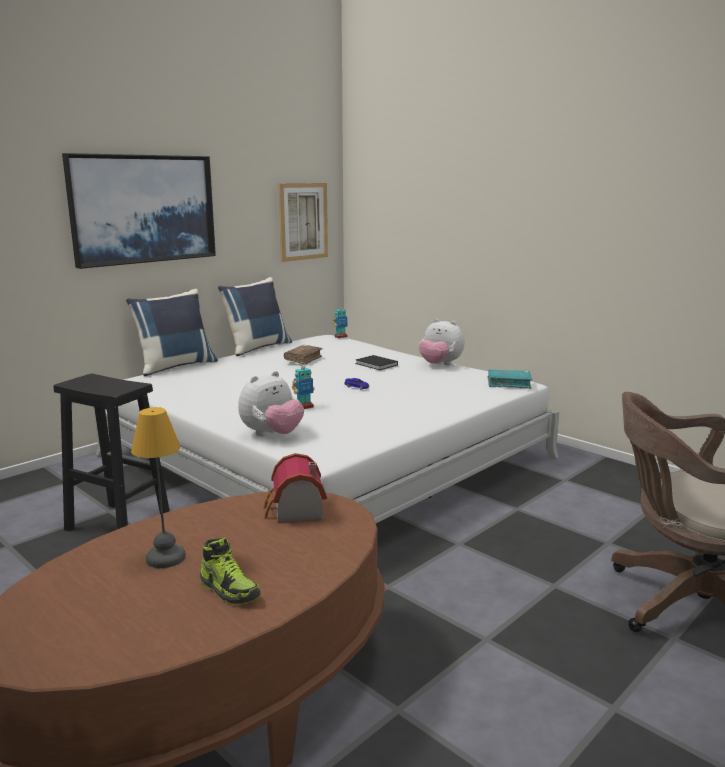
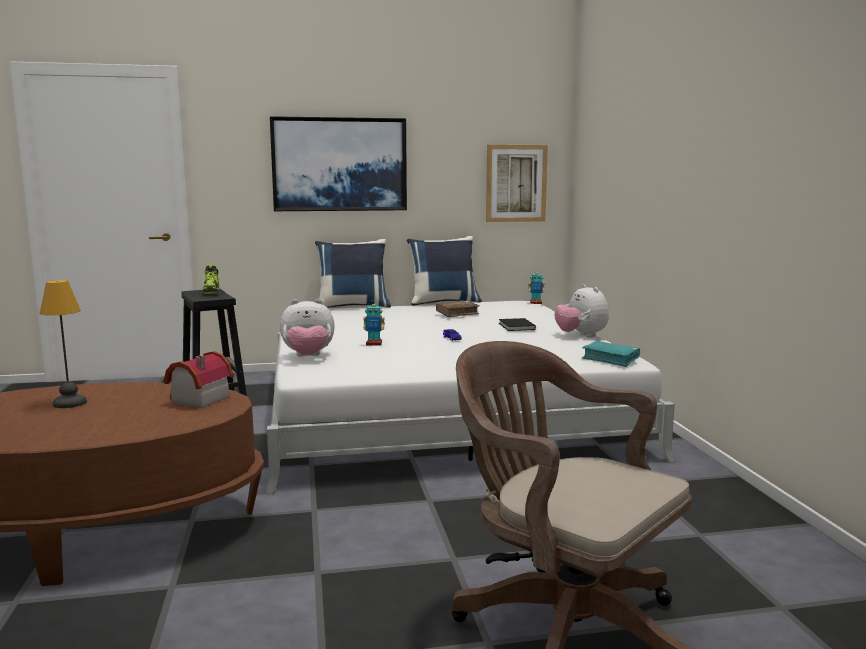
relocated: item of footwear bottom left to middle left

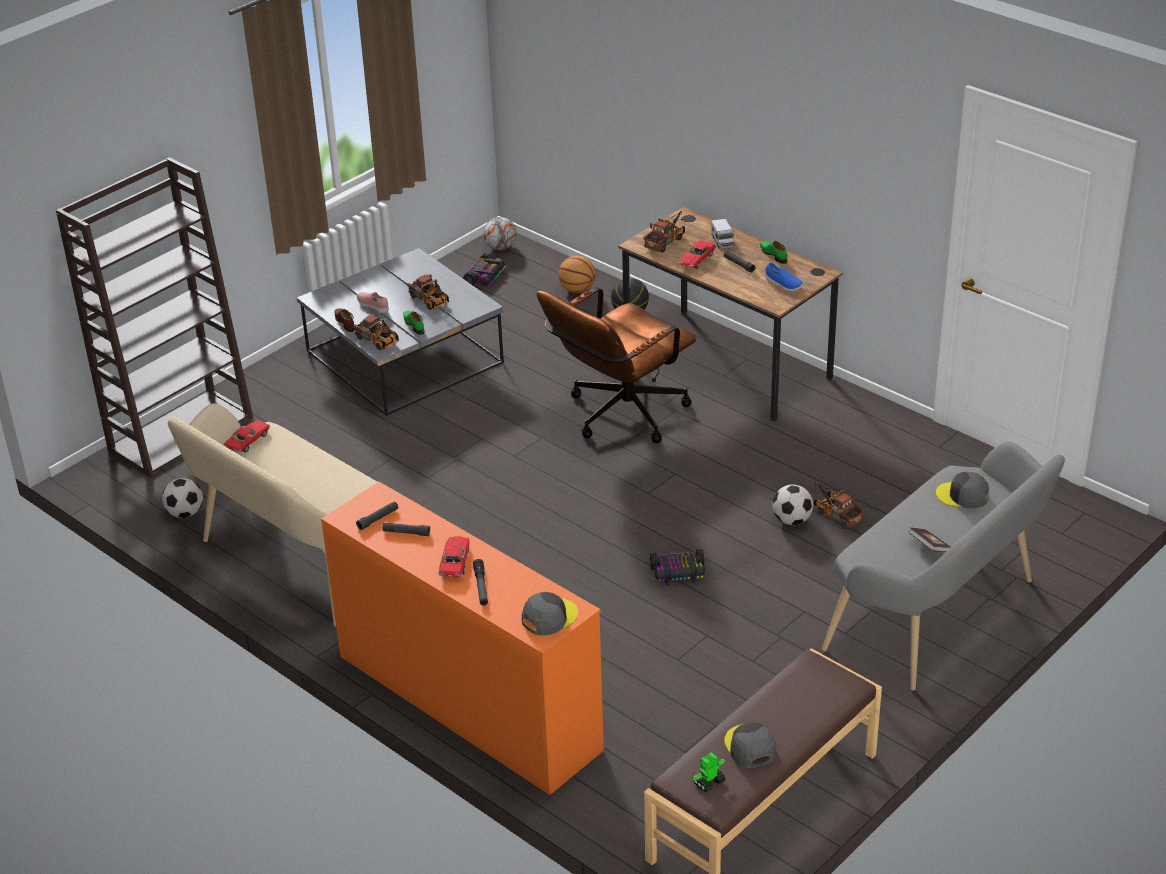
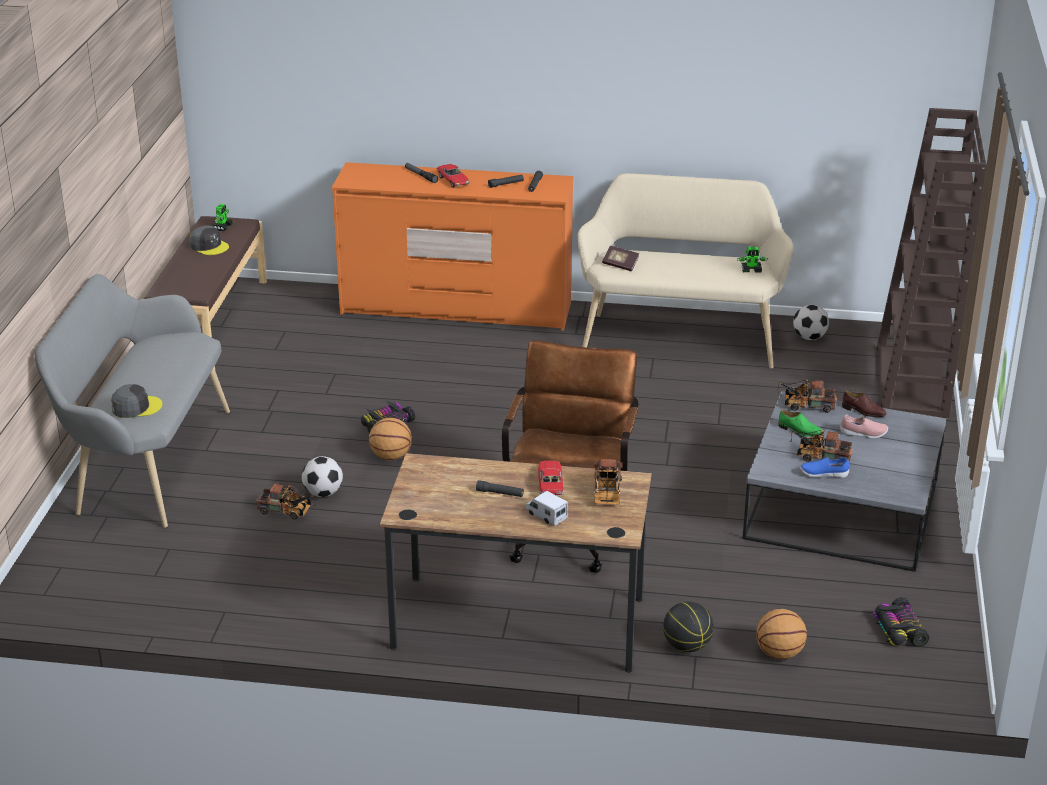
missing: football ball (no. 2 from left) top centre; green-coloured item of footwear (no. 2 from left) top centre; gray cap (no. 1 from left) bottom centre
appeared: basketball (no. 1 from left) centre
relocated: bluish item of footwear top right to middle right; bound book middle right to top centre
exchanged: toy car (no. 1 from left) middle left to toy robot (no. 2 from left) top right

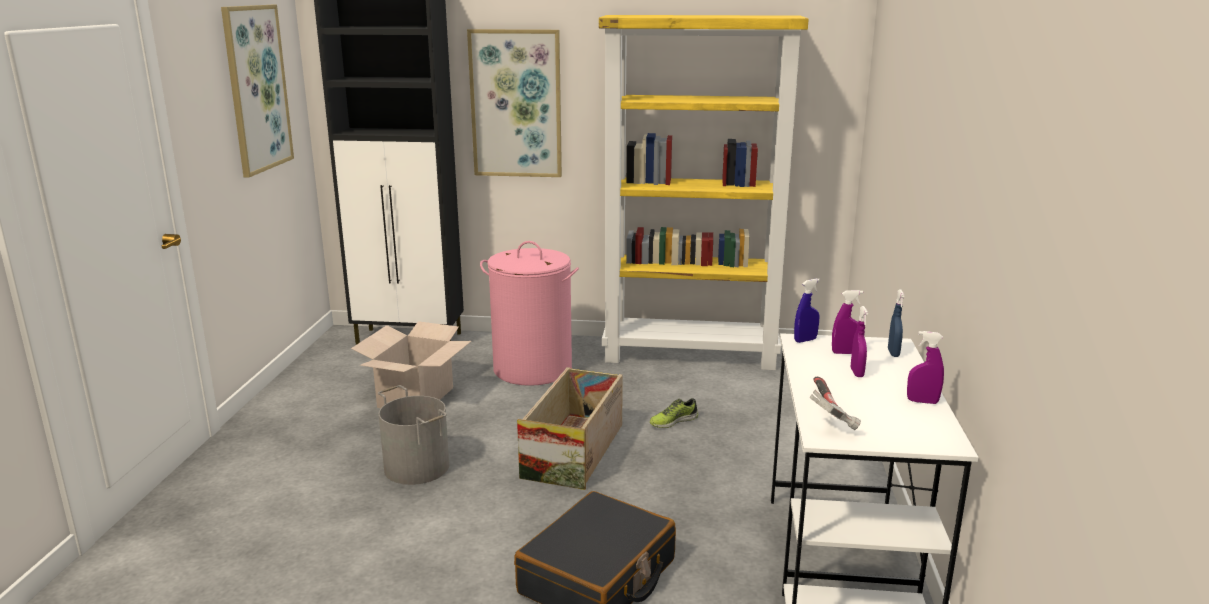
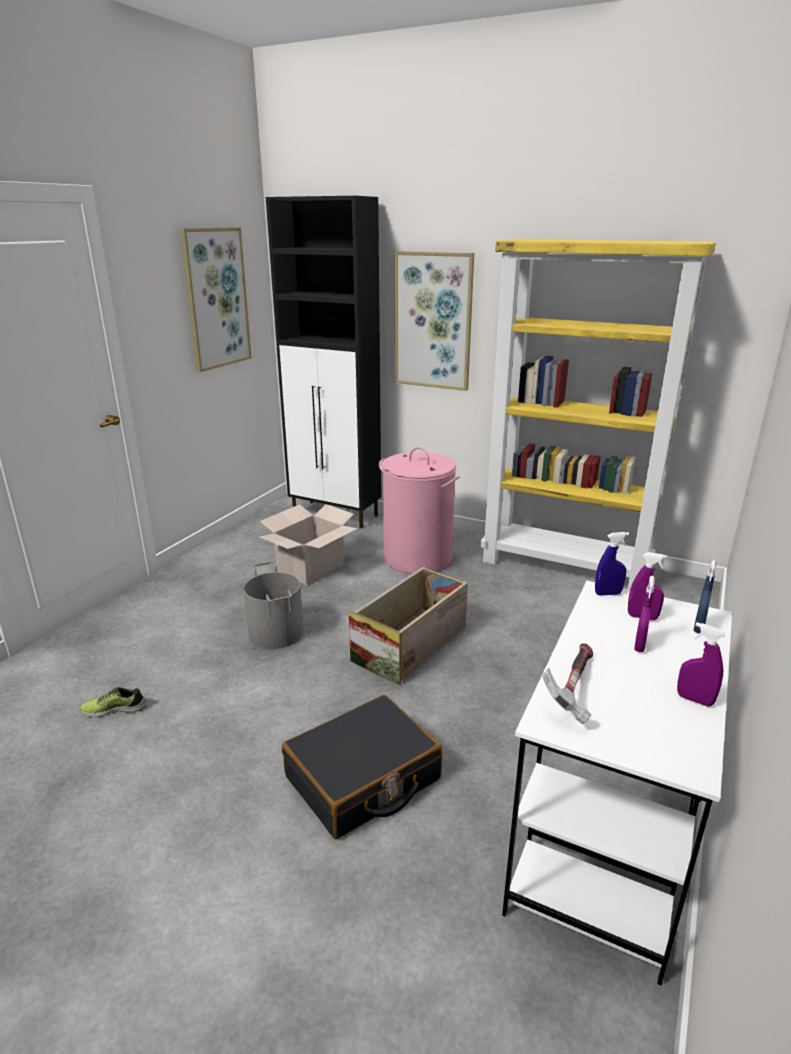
relocated: item of footwear bottom centre to middle left

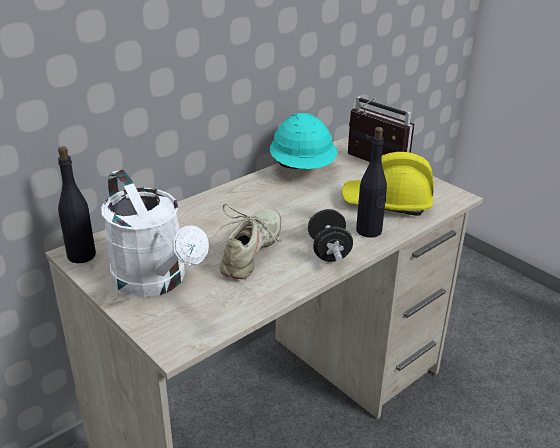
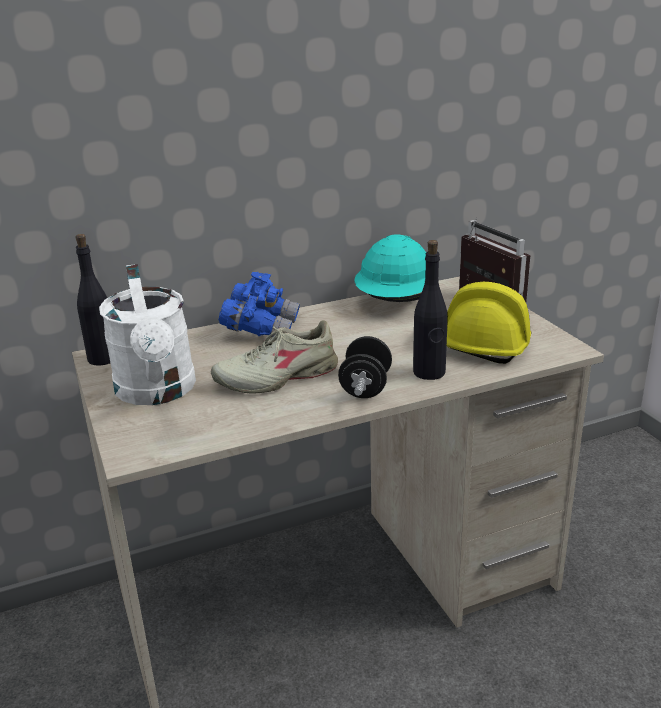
appeared: bluish pair of binoculars centre
spun: beige-coloured item of footwear centre = centre 150 degrees counterclockwise

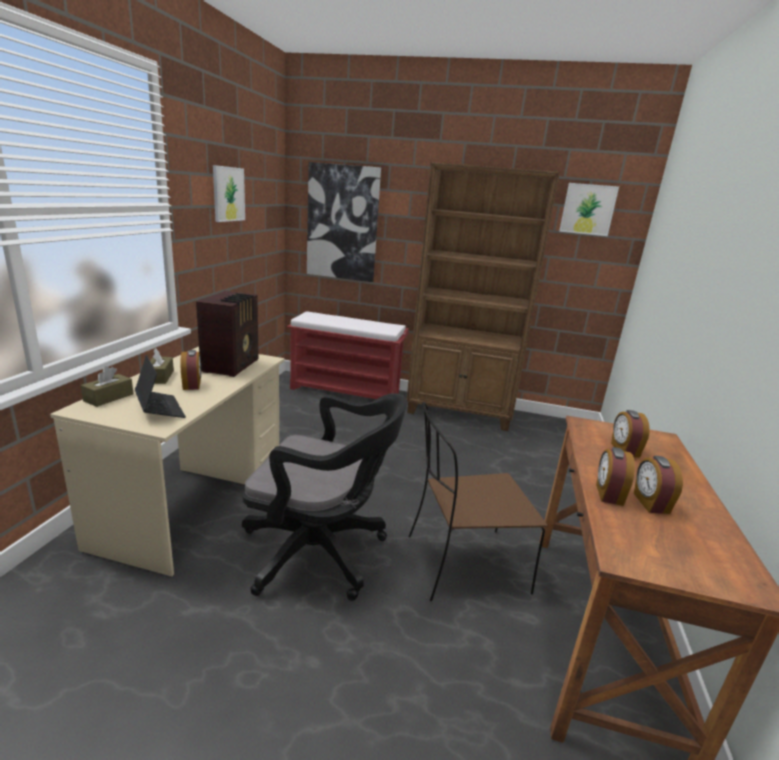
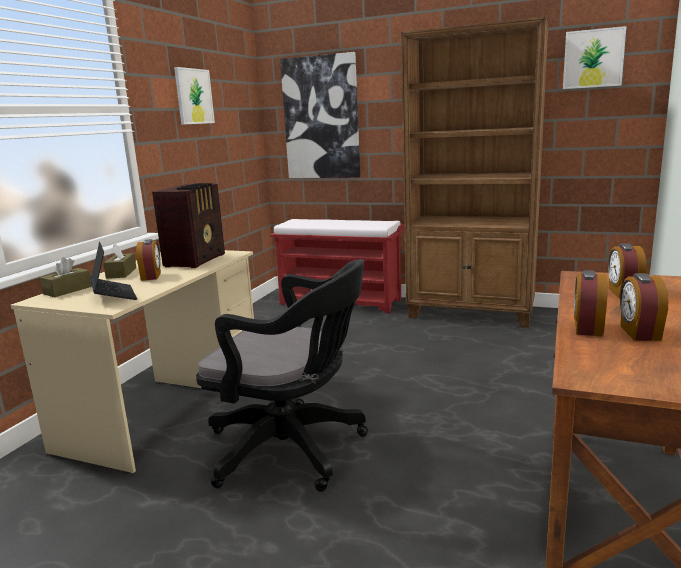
missing: brown-coloured plain chair centre

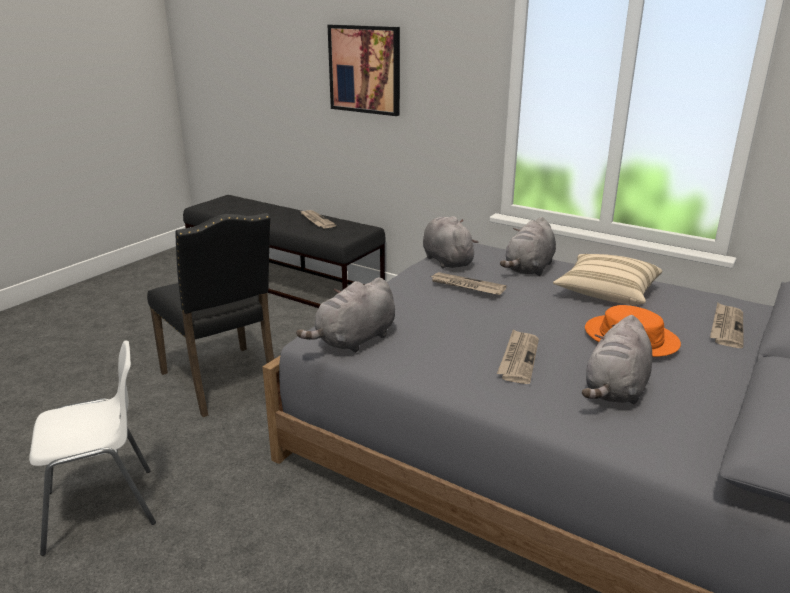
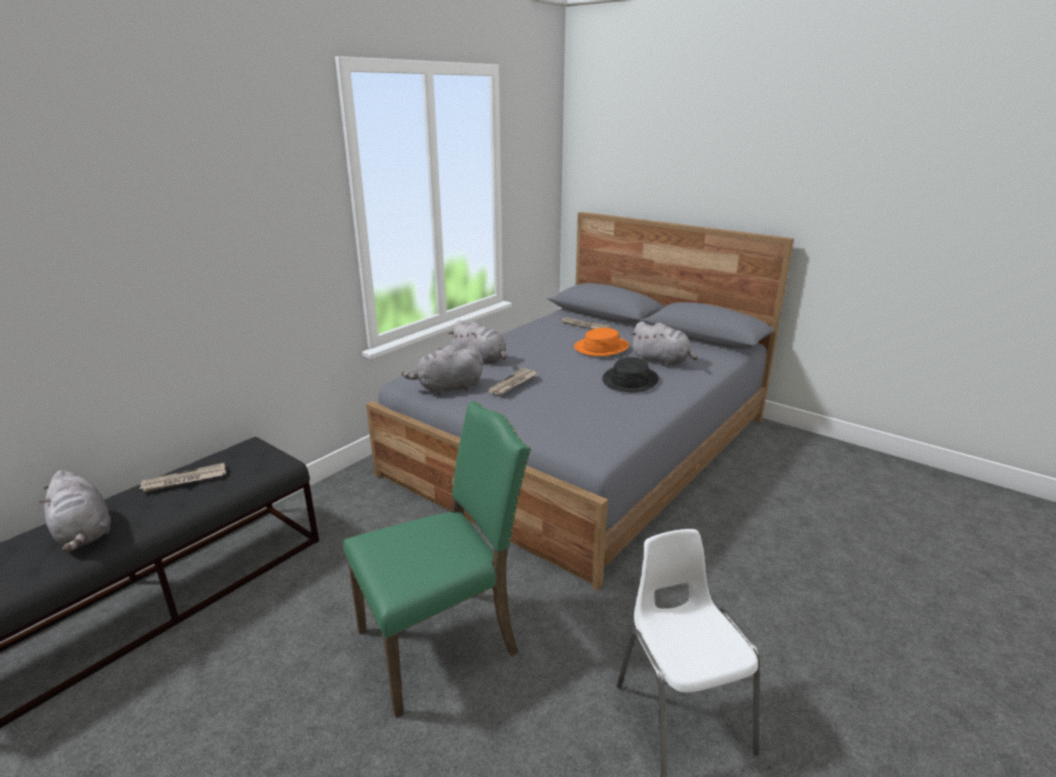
missing: wall art top centre; beige-coloured cushion middle right
relocated: gray plush toy (no. 1 from left) centre to middle left
exchanged: newspaper (no. 3 from left) centre to blackish clothing hat centre
colour: blackish plain chair middle left to green-coloured plain chair bottom centre

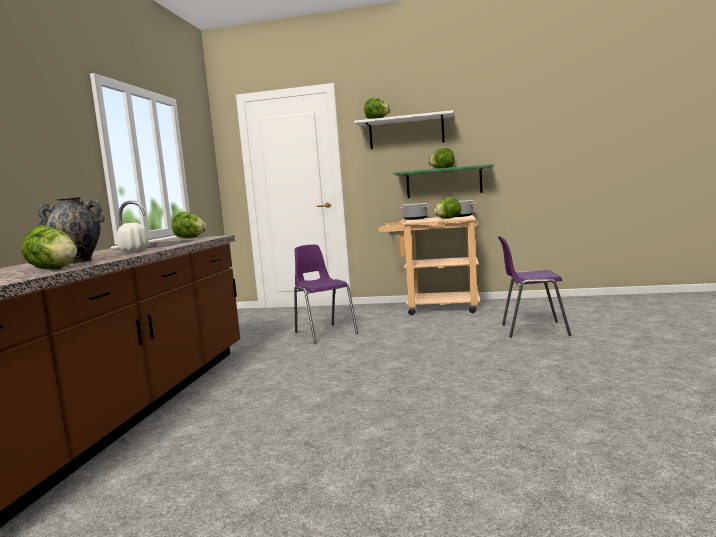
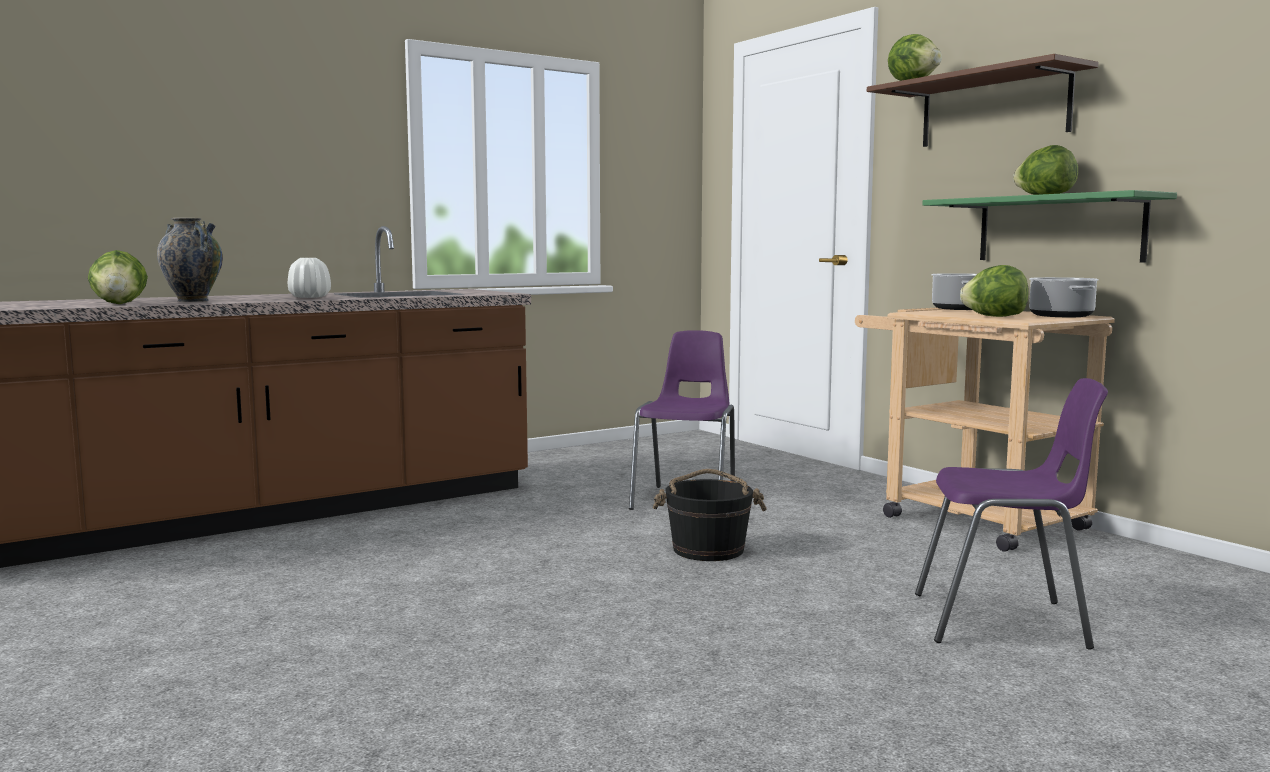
missing: lettuce head (no. 2 from left) middle left
appeared: blackish water bucket bottom centre
colour: white bracket shelf top centre to brown-coloured bracket shelf top right
spun: purplish plain chair (no. 2 from left) middle right = middle right 135 degrees clockwise

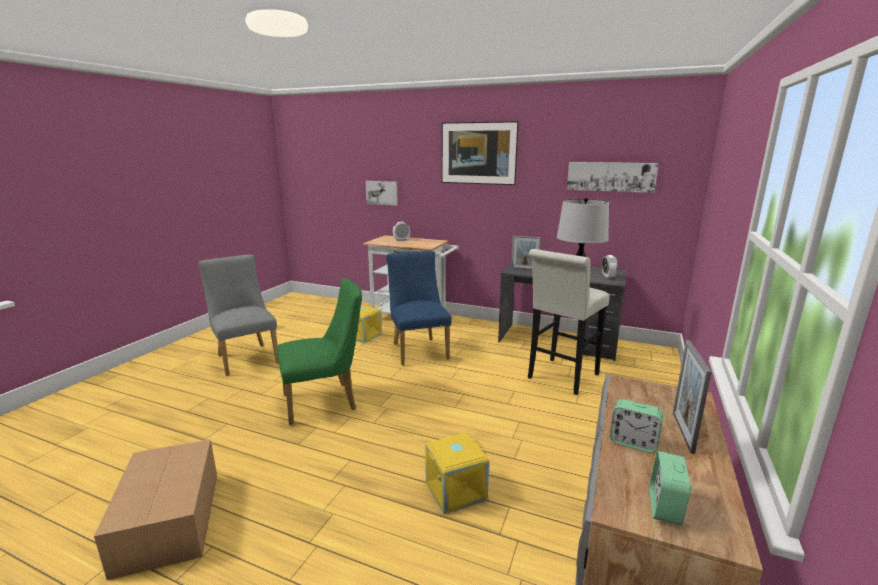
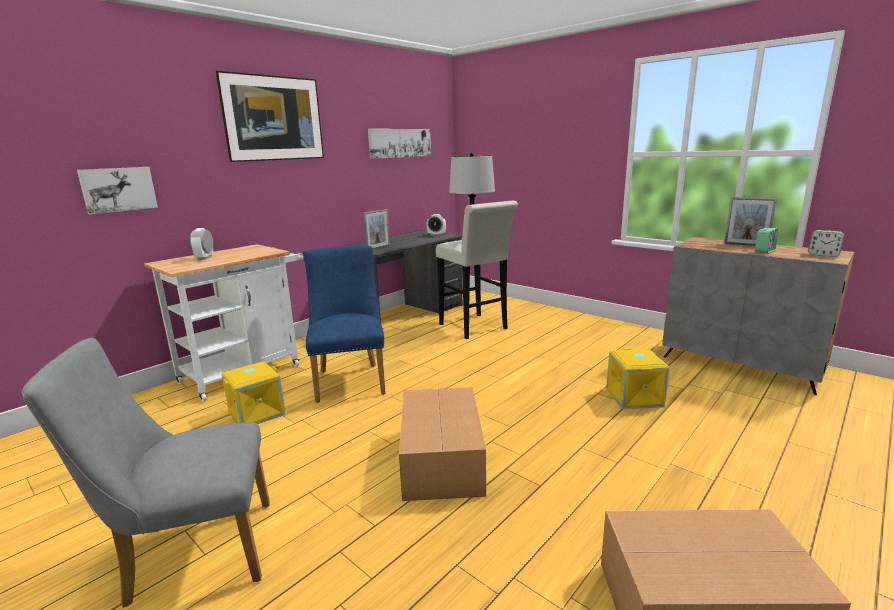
exchanged: green-coloured plain chair centre to packing box (no. 1 from left) bottom centre
spun: bluish plain chair centre = centre 75 degrees clockwise

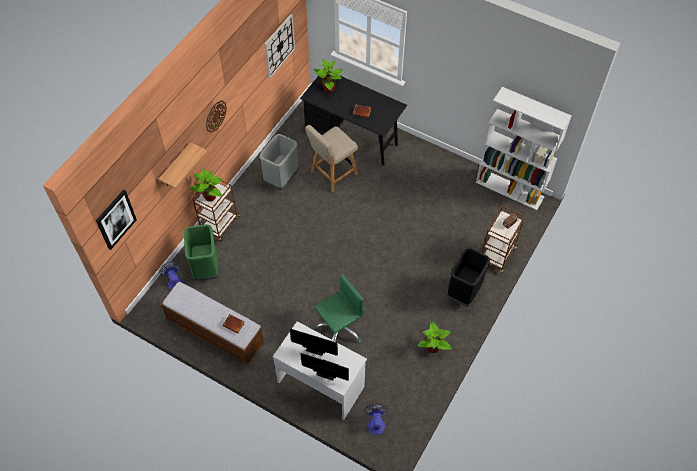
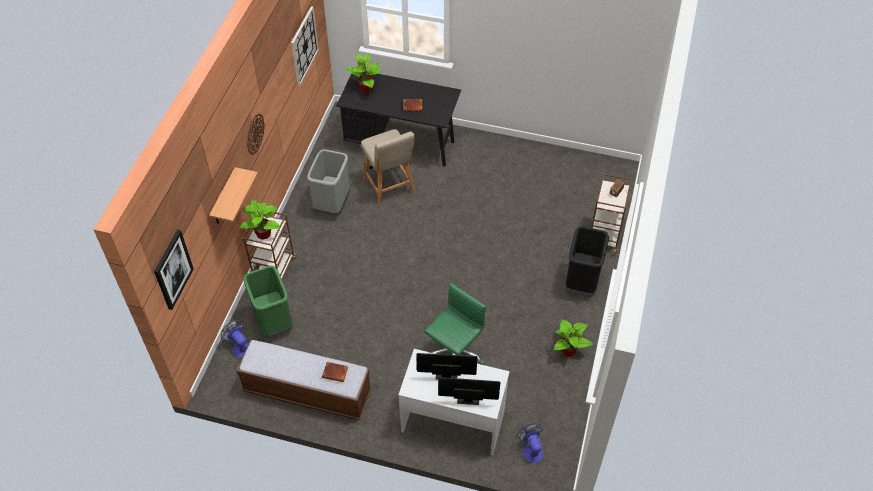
missing: white shelving unit top right
spun: beige-coloured plain chair centre = centre 60 degrees counterclockwise

